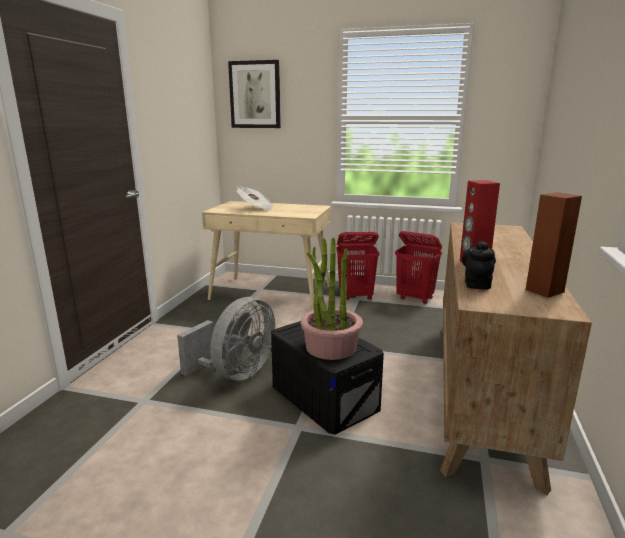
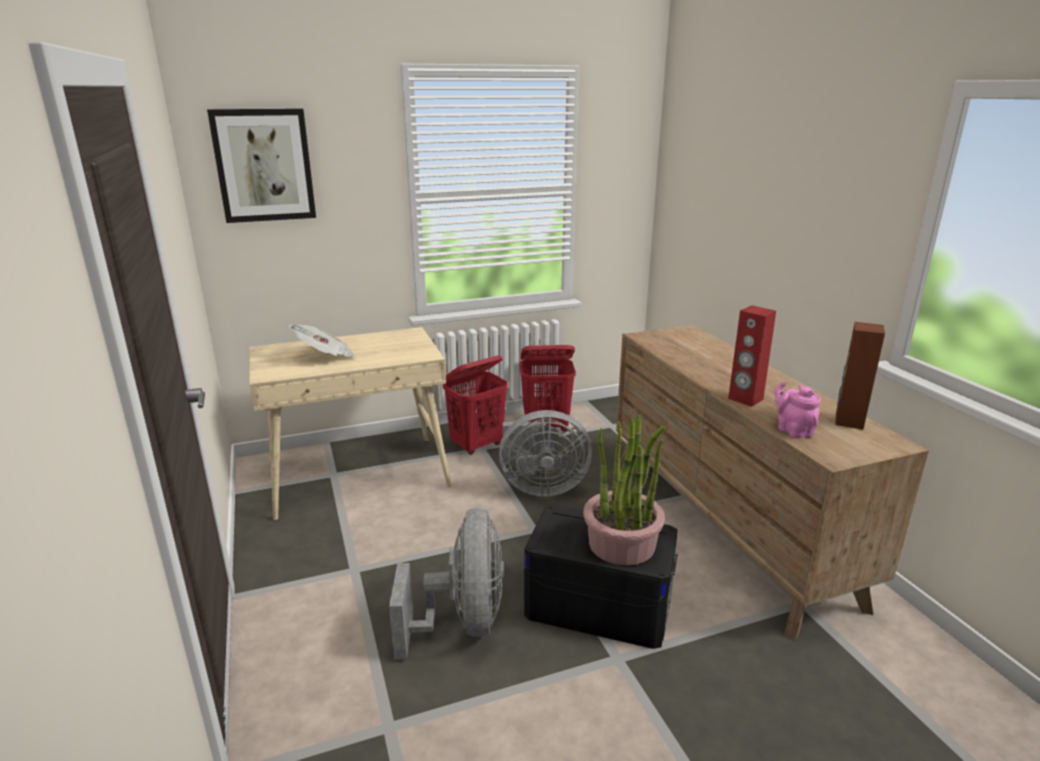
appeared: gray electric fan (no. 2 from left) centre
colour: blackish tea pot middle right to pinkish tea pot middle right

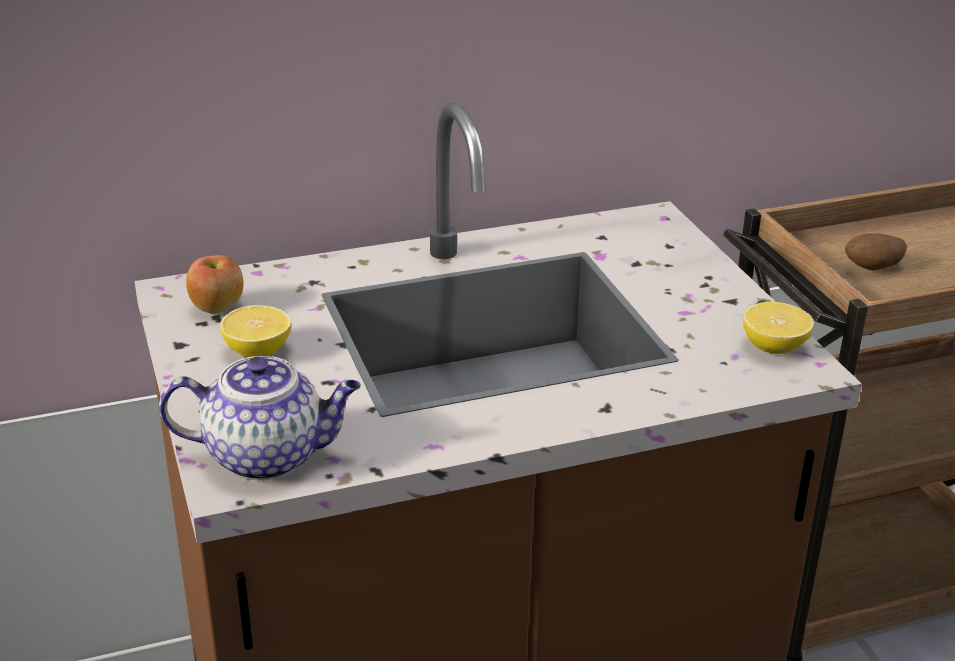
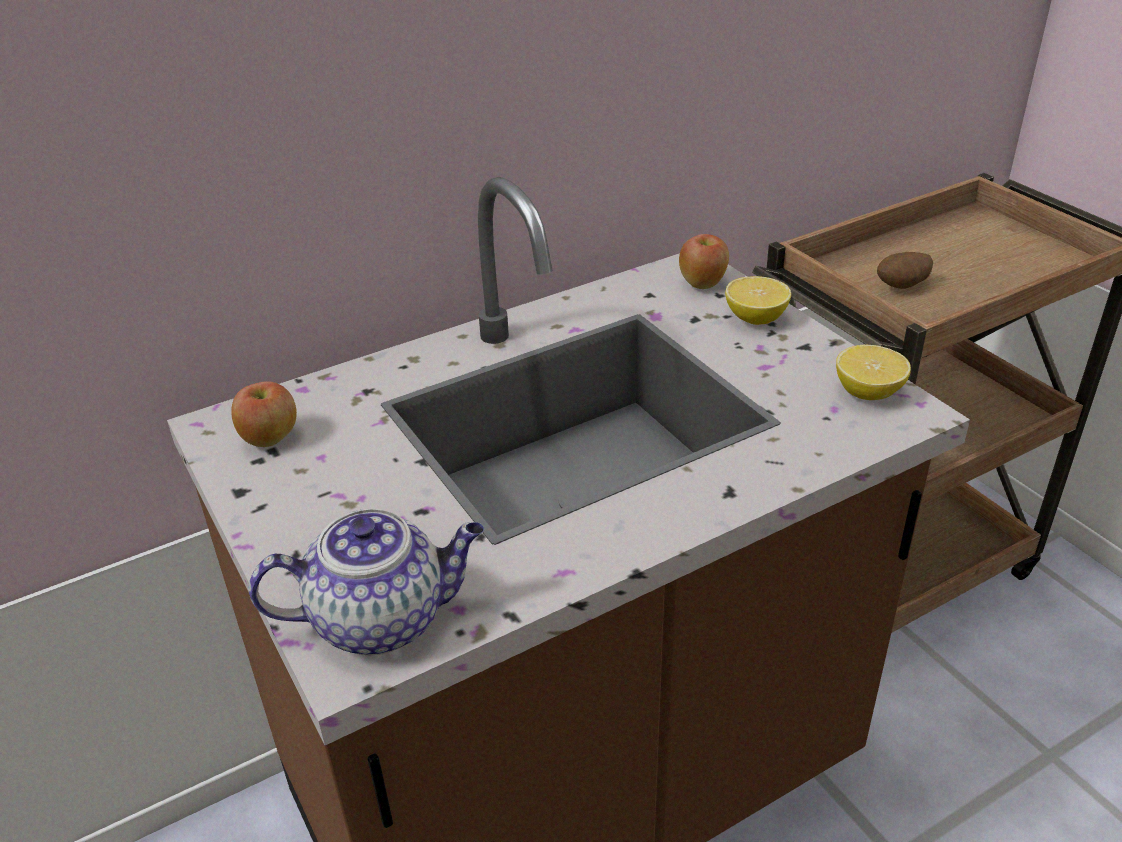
appeared: whole apple (no. 2 from left) top centre
relocated: citrus fruit (no. 1 from left) middle left to middle right

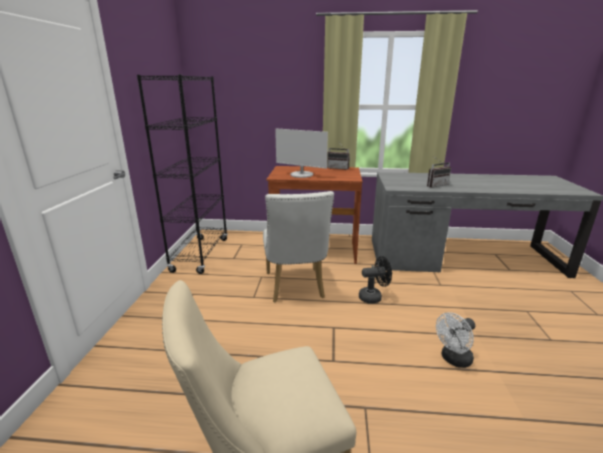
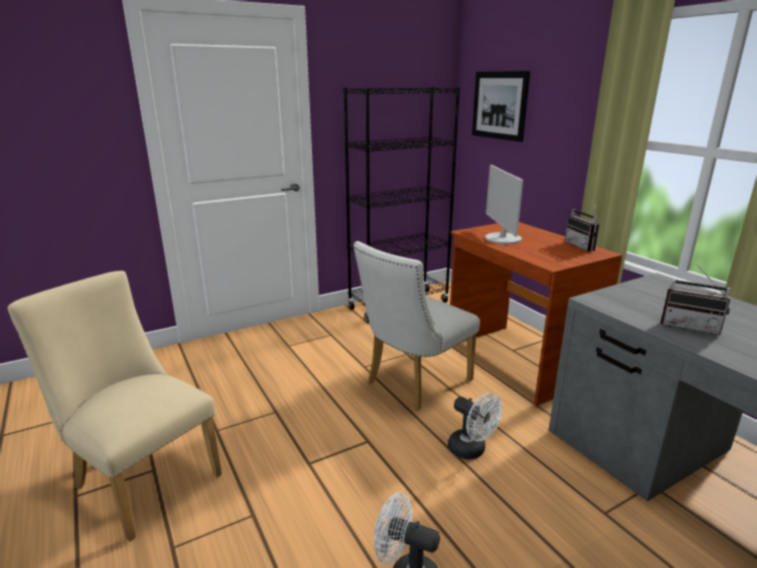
appeared: wall art top centre
colour: blackish electric fan centre to white electric fan (no. 2 from left) bottom centre

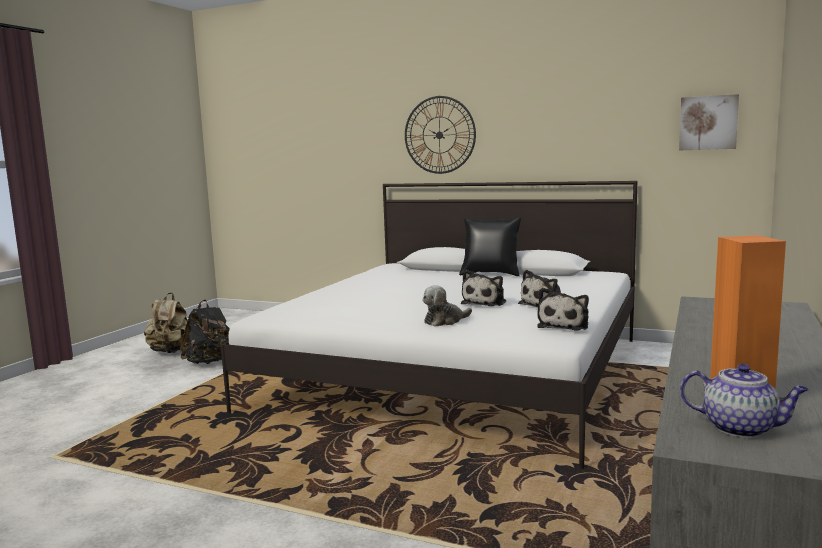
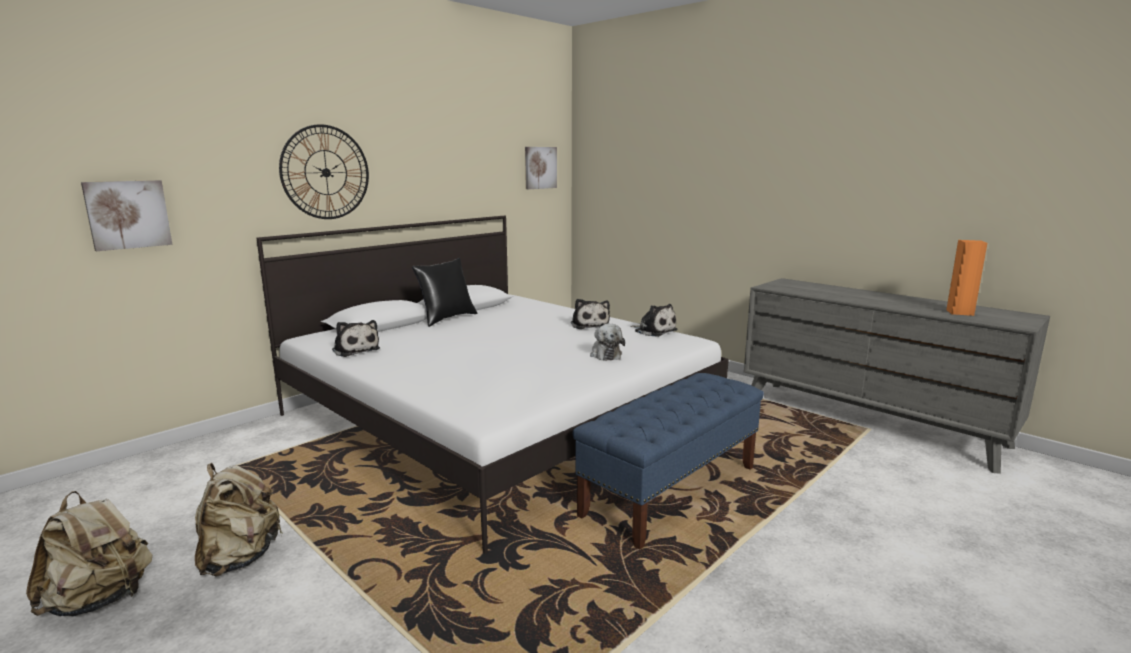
missing: tea pot bottom right
appeared: wall art (no. 1 from left) top left; bluish bench bottom centre
relocated: plush toy (no. 2 from left in the first image) centre to plush toy (no. 1 from left) middle left
colour: blackish rucksack middle left to beige-coloured rucksack (no. 2 from left) bottom left

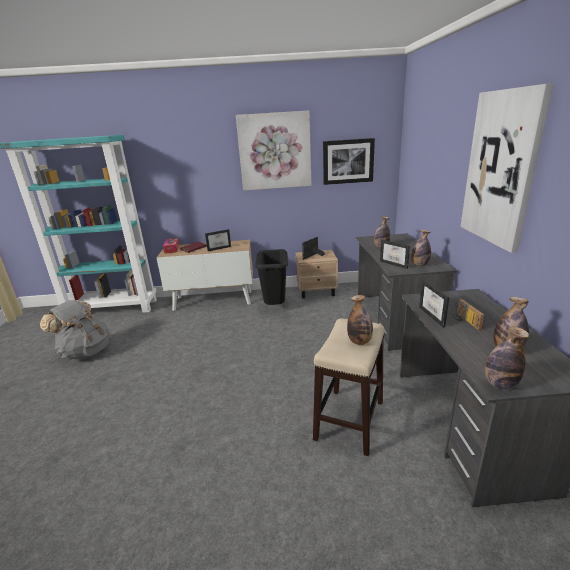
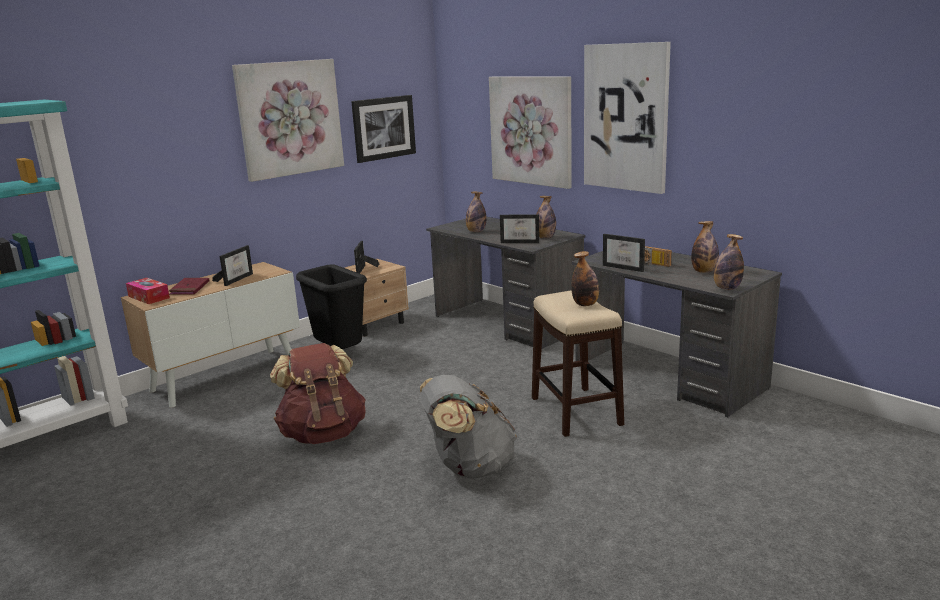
appeared: wall art (no. 3 from left) top centre; brown-coloured rucksack centre
relocated: gray rucksack middle left to bottom centre

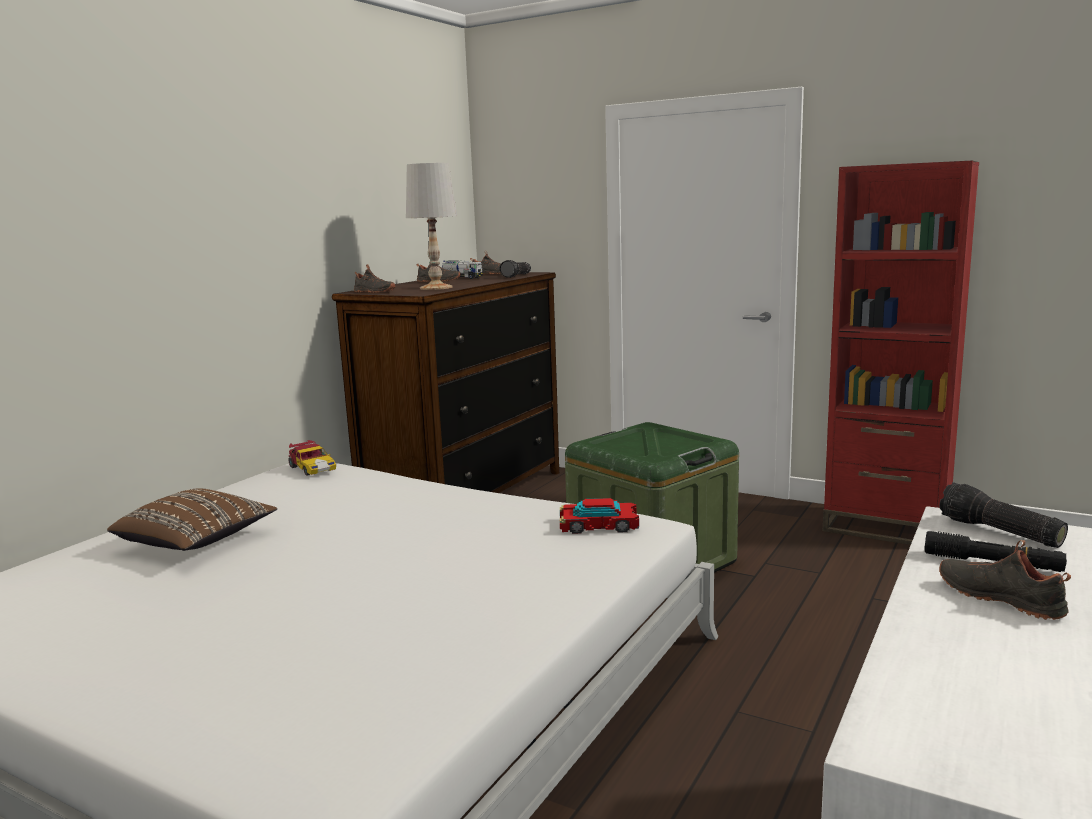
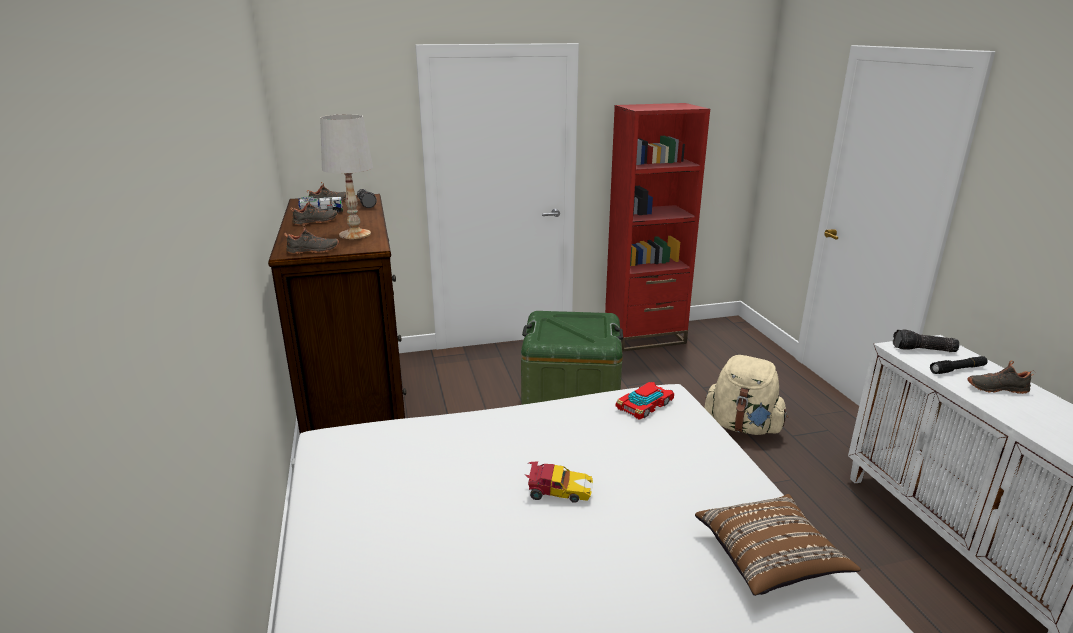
appeared: beige-coloured rucksack middle right
relocated: toy car (no. 1 from left) middle left to bottom centre; brown-coloured cushion middle left to bottom right

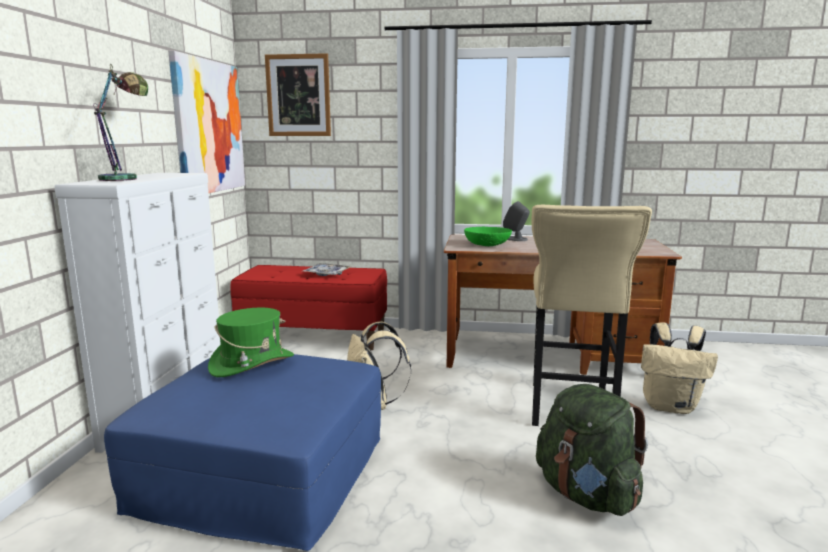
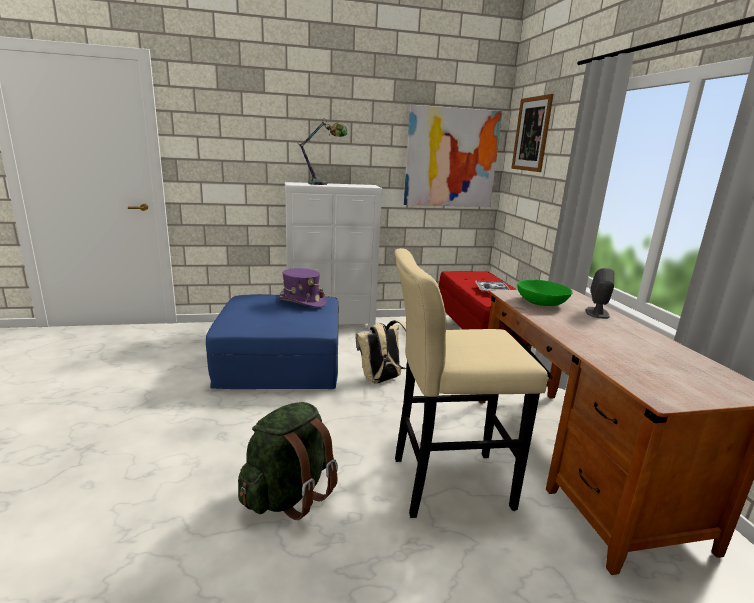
missing: beige-coloured rucksack (no. 2 from left) bottom right
colour: green-coloured clothing hat middle left to purplish clothing hat centre

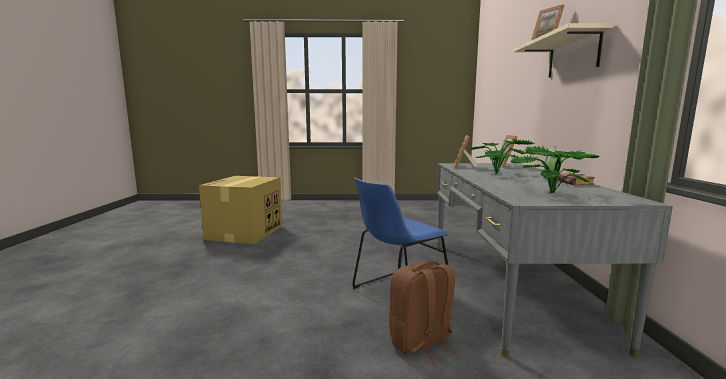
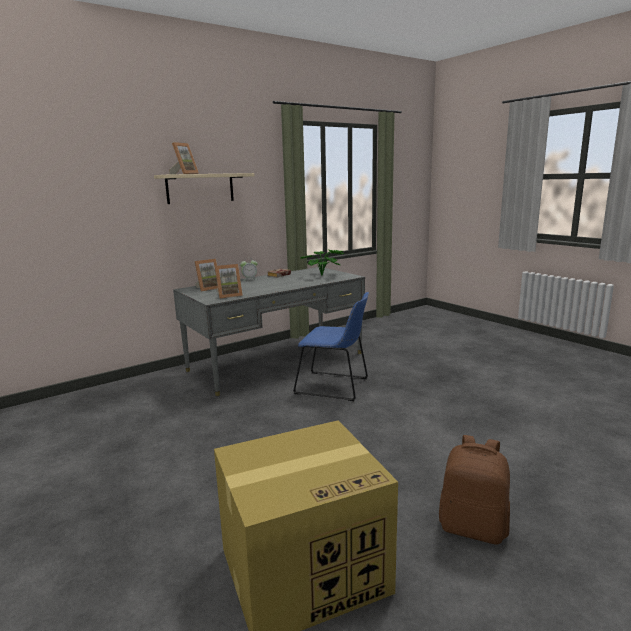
missing: potted plant (no. 1 from left) middle right
relocated: brown-coloured rucksack bottom centre to bottom right

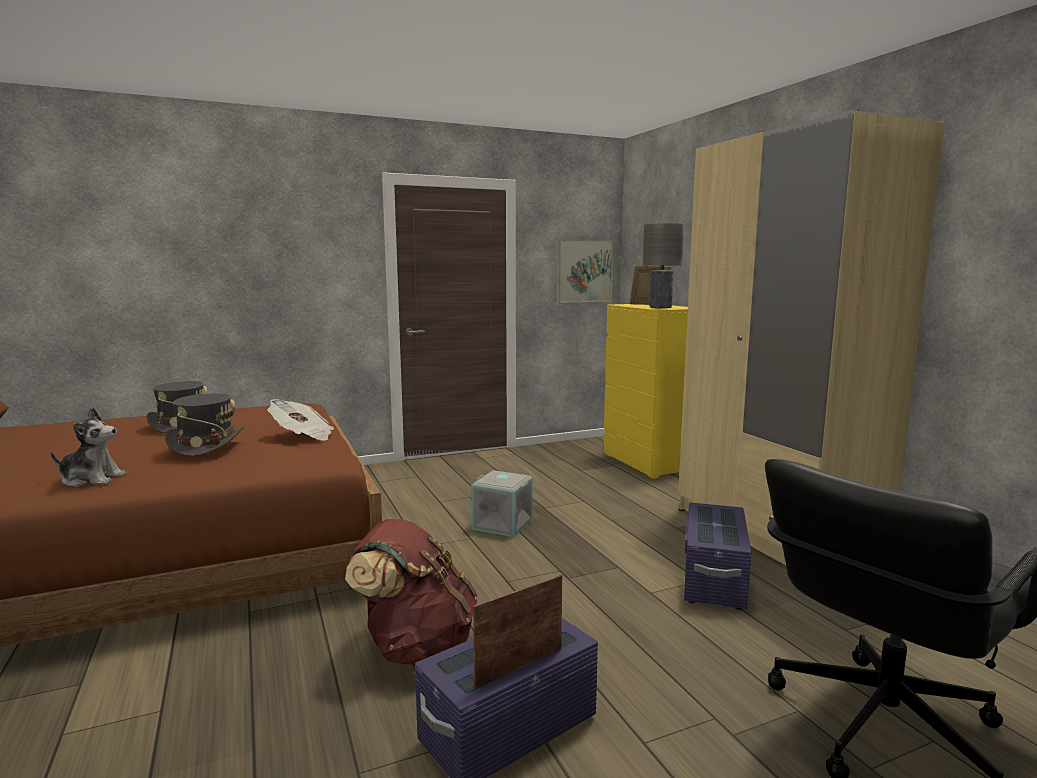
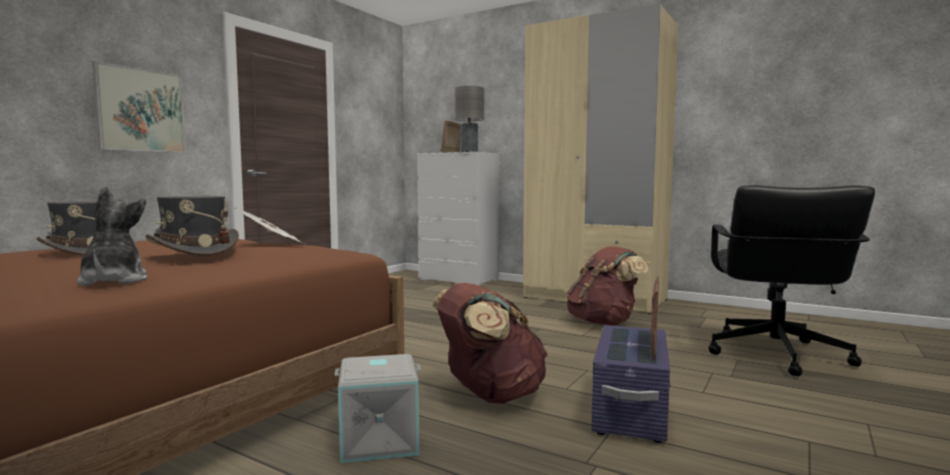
relocated: wall art centre to top left; gray storage box centre to bottom centre
exchanged: purplish storage box (no. 2 from left) bottom right to brown-coloured rucksack (no. 2 from left) centre
colour: yellow-coloured chest of drawers centre to white chest of drawers centre
spun: plush toy middle left = middle left 75 degrees counterclockwise

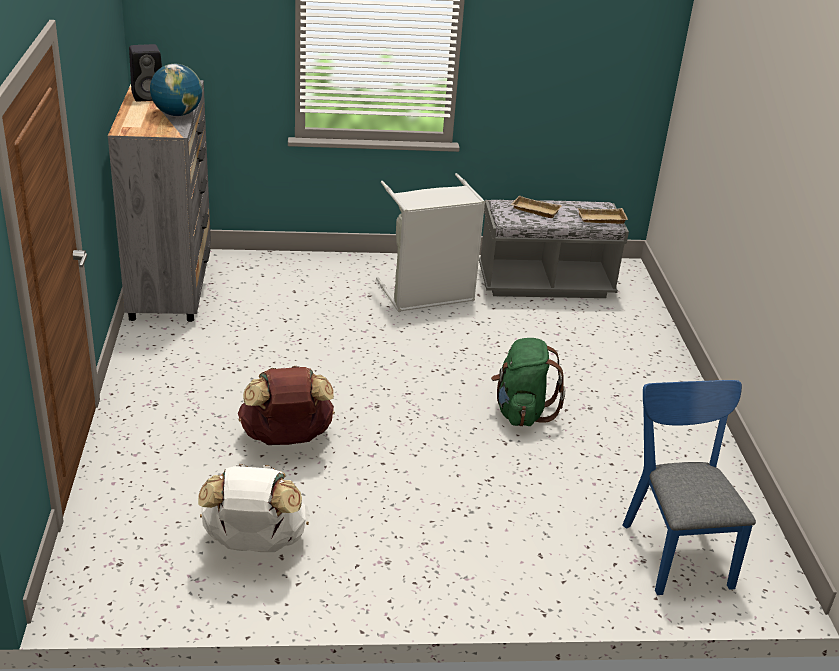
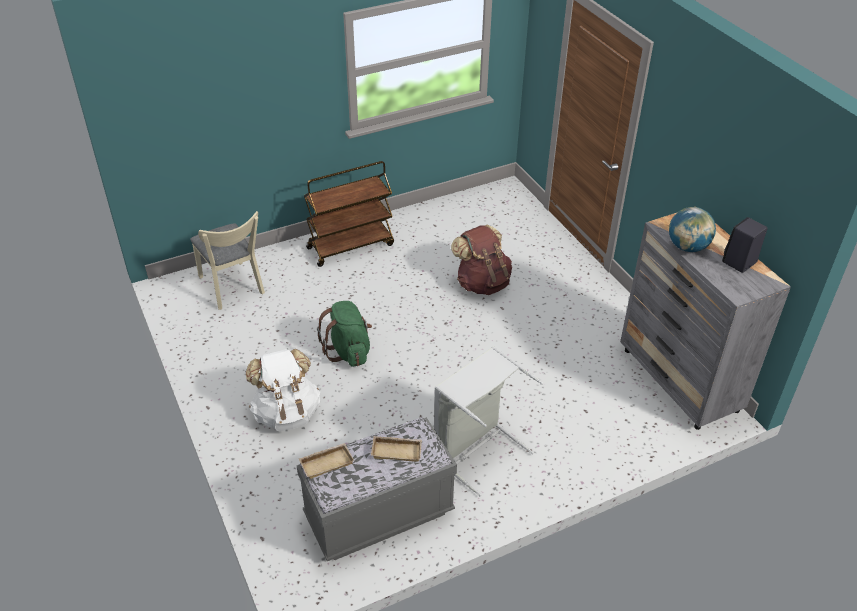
appeared: brown-coloured wheeled cart centre
relocated: white rucksack bottom left to middle left
colour: bluish plain chair bottom right to beige-coloured plain chair middle left

